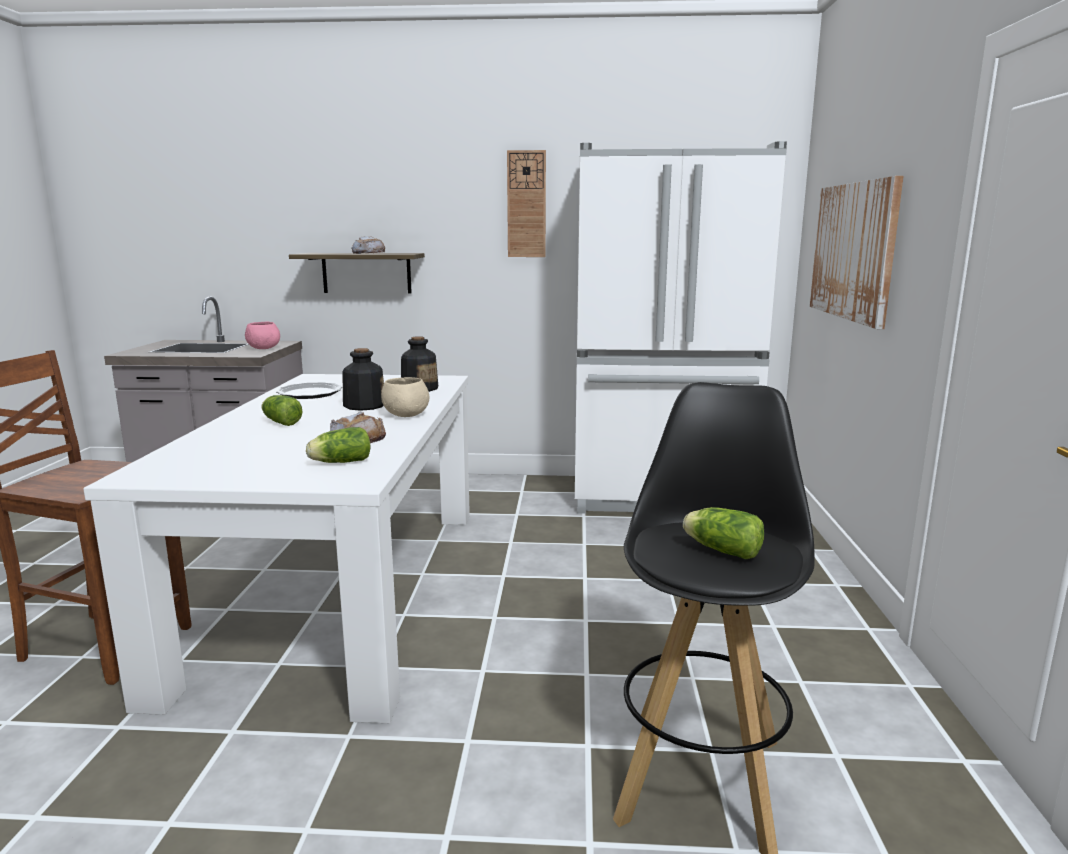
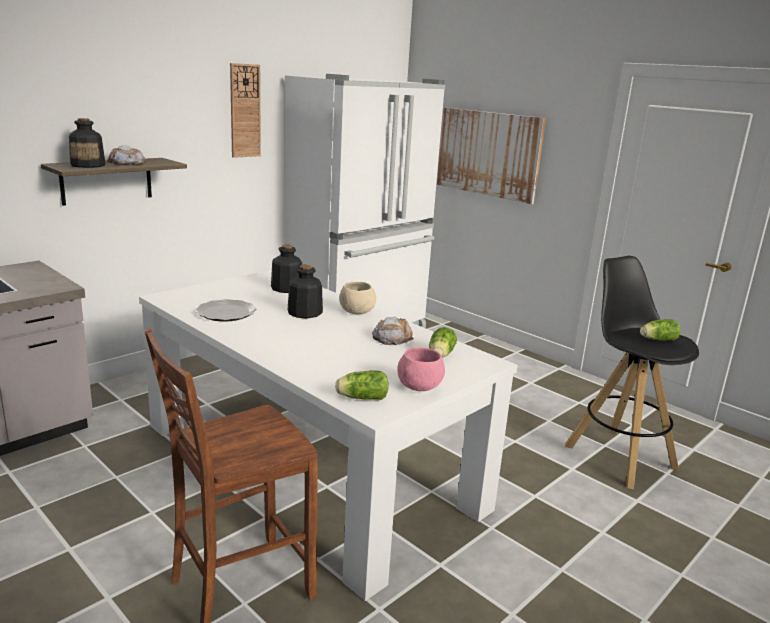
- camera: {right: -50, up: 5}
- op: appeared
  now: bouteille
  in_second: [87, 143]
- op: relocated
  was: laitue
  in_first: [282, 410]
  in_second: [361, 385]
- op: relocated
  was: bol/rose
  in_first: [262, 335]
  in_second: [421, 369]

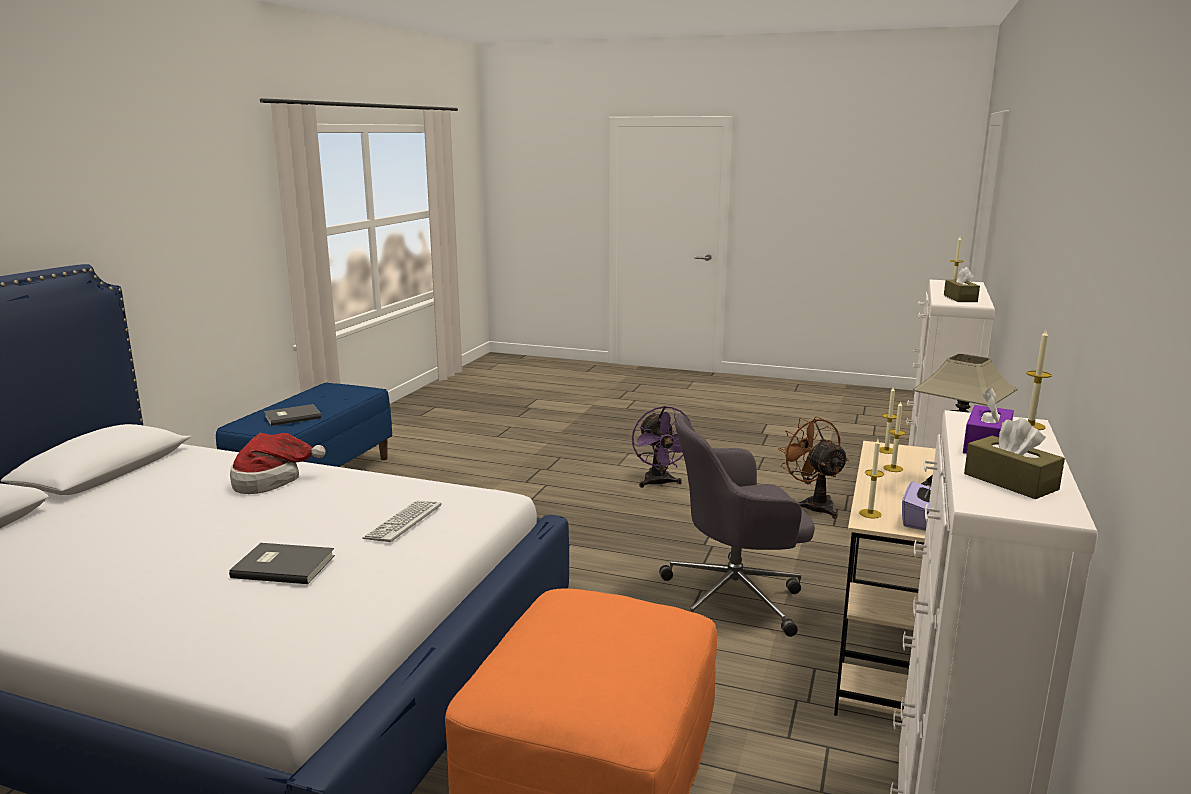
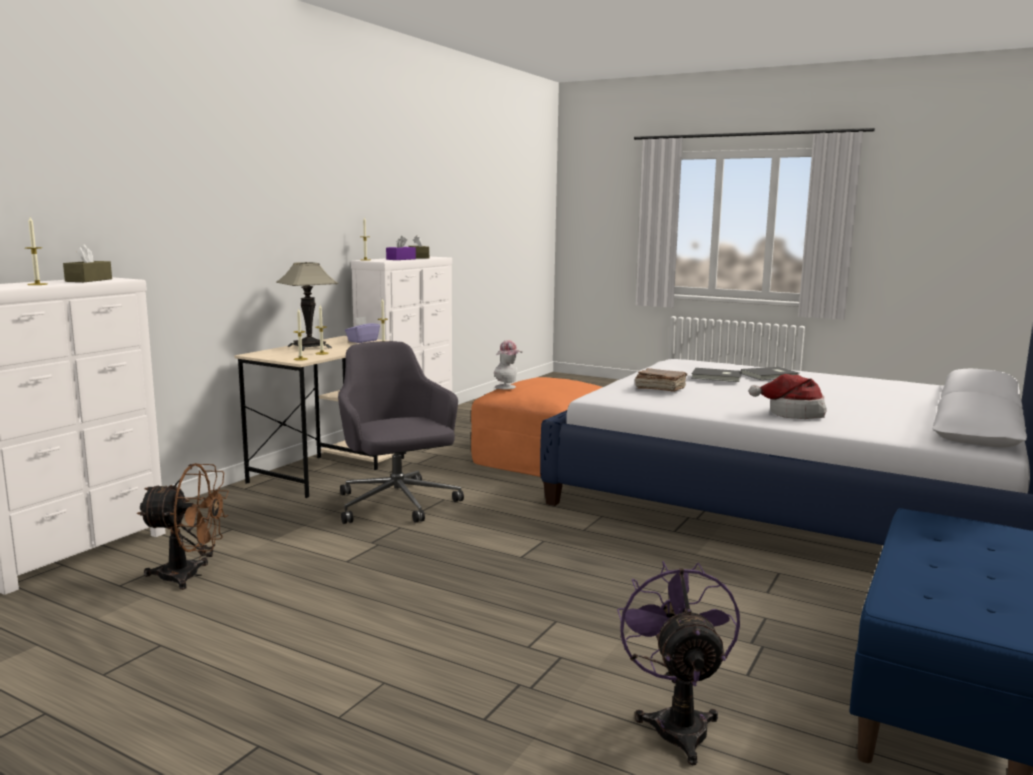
- camera: {right: -170, up: -5}
- op: spun
  was: ventilateur/marron
  in_first: [813, 467]
  in_second: [183, 526]
  clockwise: -75
- op: spun
  was: chaise de bureau/gris
  in_first: [737, 525]
  in_second: [401, 432]
  clockwise: -120
- op: appeared
  now: chapeau
  in_second: [508, 364]
- op: relocated
  was: ventilateur/violet
  in_first: [661, 447]
  in_second: [678, 663]
- op: exchanged
  was: clavier
  now: livre/marron
  in_first: [401, 521]
  in_second: [661, 380]
- op: relocated
  was: livre/gris
  in_first: [292, 415]
  in_second: [770, 373]

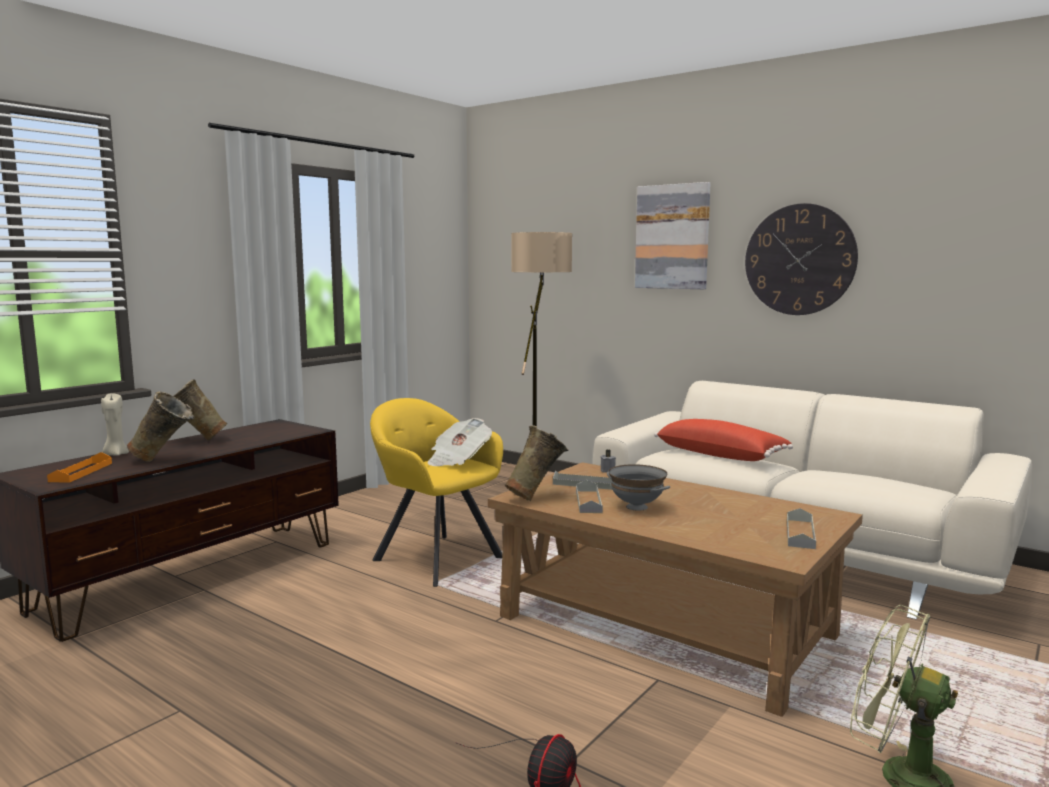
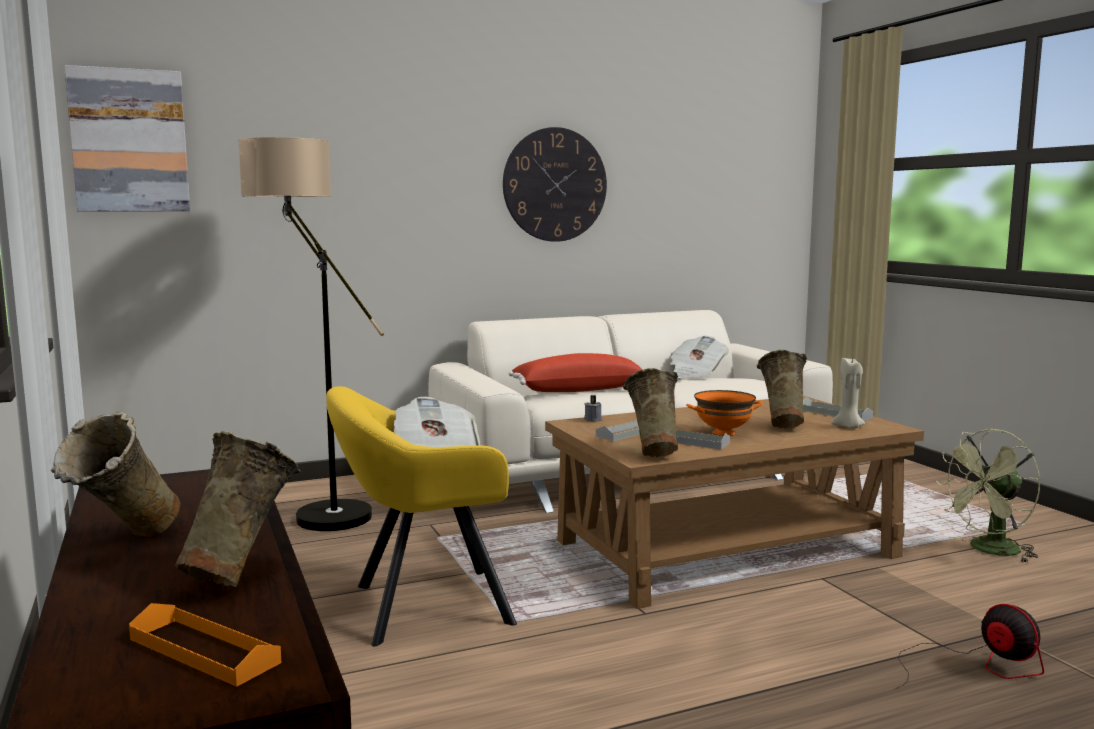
- camera: {right: -60, up: 0}
- op: relocated
  was: tableau
  in_first: [673, 235]
  in_second: [127, 138]
- op: appeared
  now: journal
  in_second: [699, 357]
- op: colour
  was: bol/gris
  now: bol/orange
  in_first: [638, 487]
  in_second: [724, 413]
- op: appeared
  now: vase/beige
  in_second: [782, 389]
- op: relocated
  was: bougie/beige
  in_first: [115, 425]
  in_second: [848, 392]

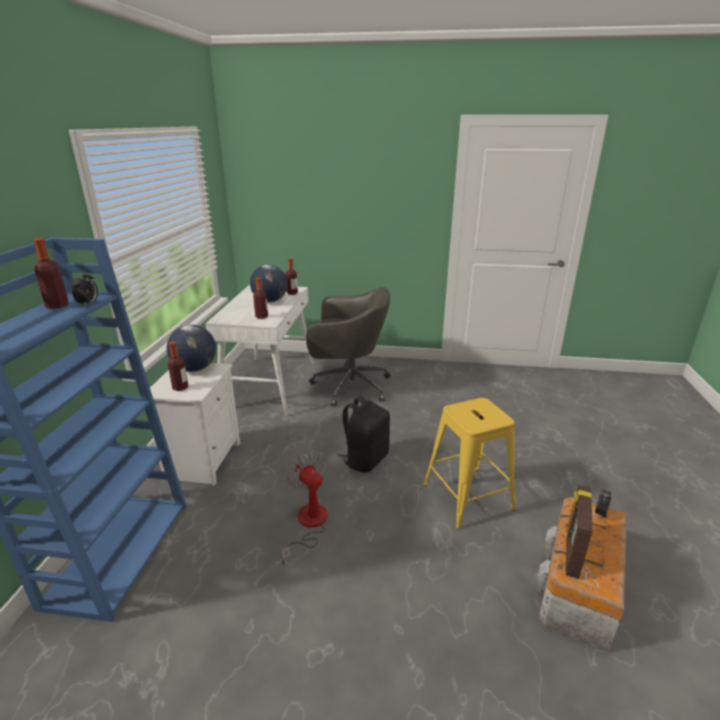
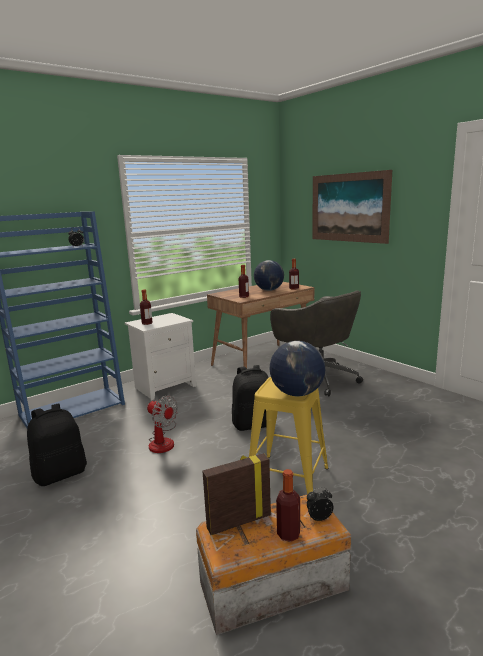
- camera: {right: 45, up: -10}
- op: appeared
  now: sac à dos/noir
  in_second: [57, 445]
- op: spun
  was: ventilateur
  in_first: [304, 509]
  in_second: [162, 424]
  clockwise: 120
- op: colour
  was: bureau/blanc
  now: bureau/marron
  in_first: [259, 350]
  in_second: [260, 325]
- op: relocated
  was: globe
  in_first: [191, 348]
  in_second: [297, 368]
- op: relocated
  was: bouteille
  in_first: [51, 273]
  in_second: [288, 505]
- op: appeared
  now: tableau
  in_second: [352, 207]

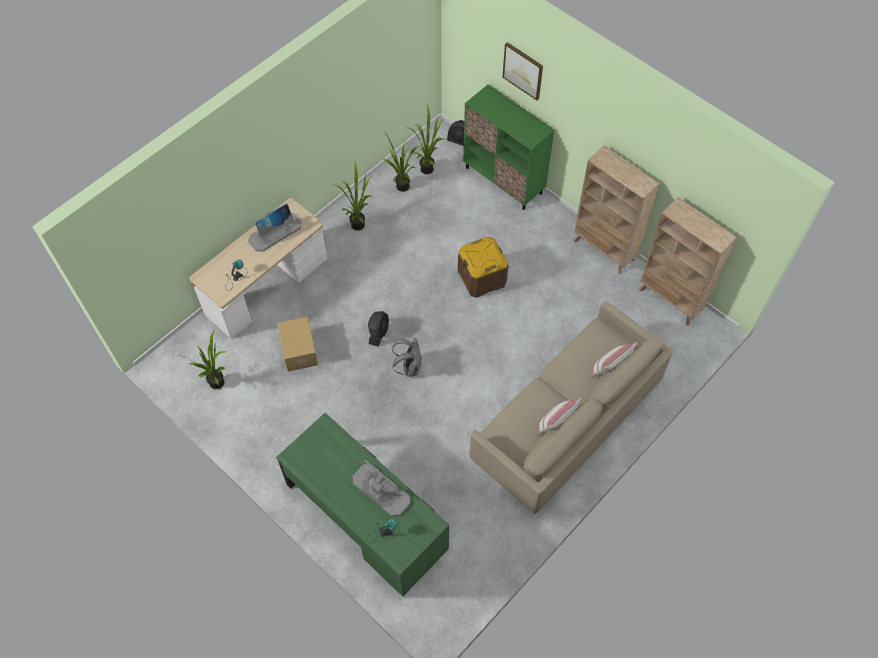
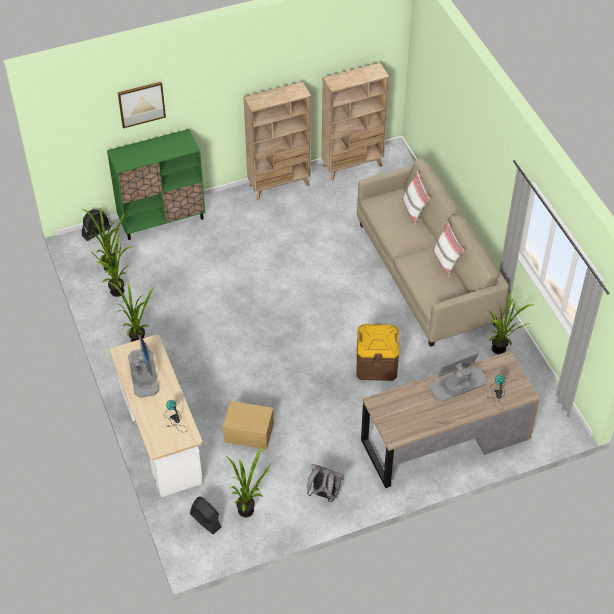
- camera: {right: -65, up: -10}
- op: relocated
  was: ventilateur/noir
  in_first: [378, 329]
  in_second: [205, 515]
- op: relocated
  was: sac à dos/gris
  in_first: [406, 357]
  in_second: [325, 483]
- op: relocated
  was: boîte de rangement/marron
  in_first: [483, 267]
  in_second: [377, 352]
- op: colour
  was: bureau/vert
  now: bureau/marron
  in_first: [362, 505]
  in_second: [450, 419]
- op: appeared
  now: plante en pot
  in_second: [512, 323]

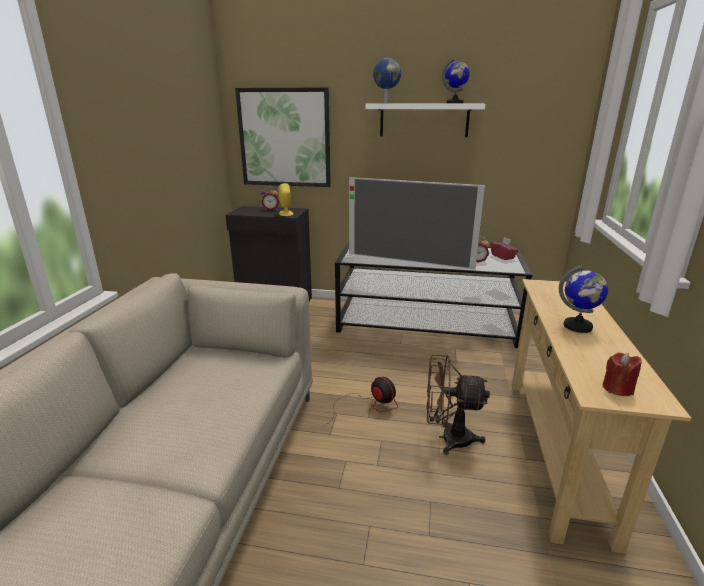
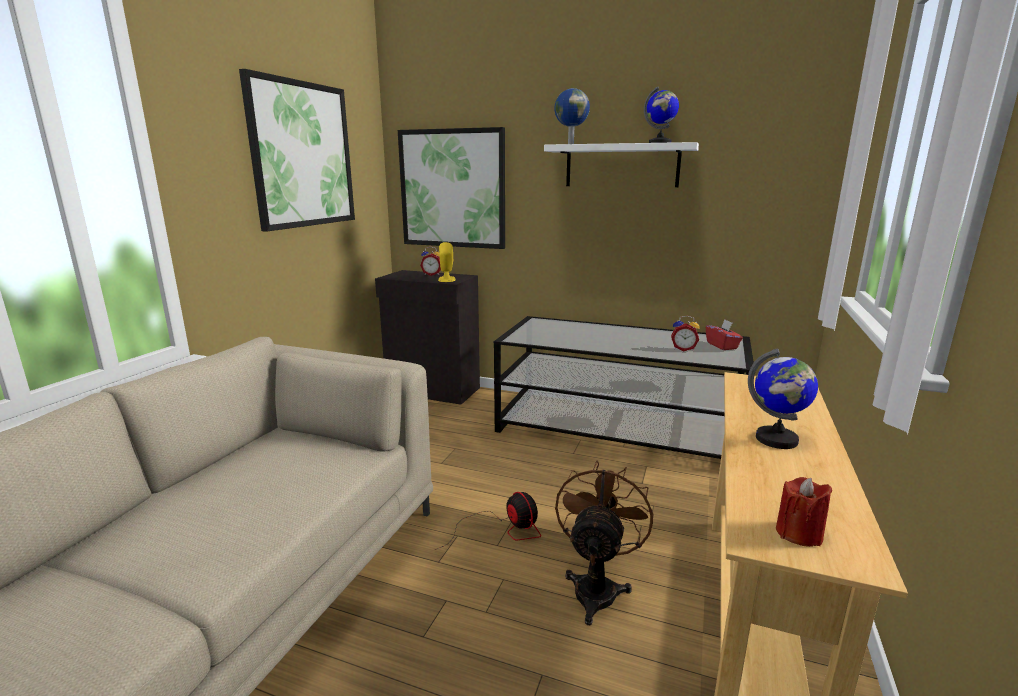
- camera: {right: 10, up: -5}
- op: appeared
  now: tableau
  in_second: [297, 150]
- op: spun
  was: ventilateur/marron
  in_first: [458, 405]
  in_second: [604, 543]
  clockwise: 90
- op: missing
  was: téléviseur
  in_first: [417, 223]

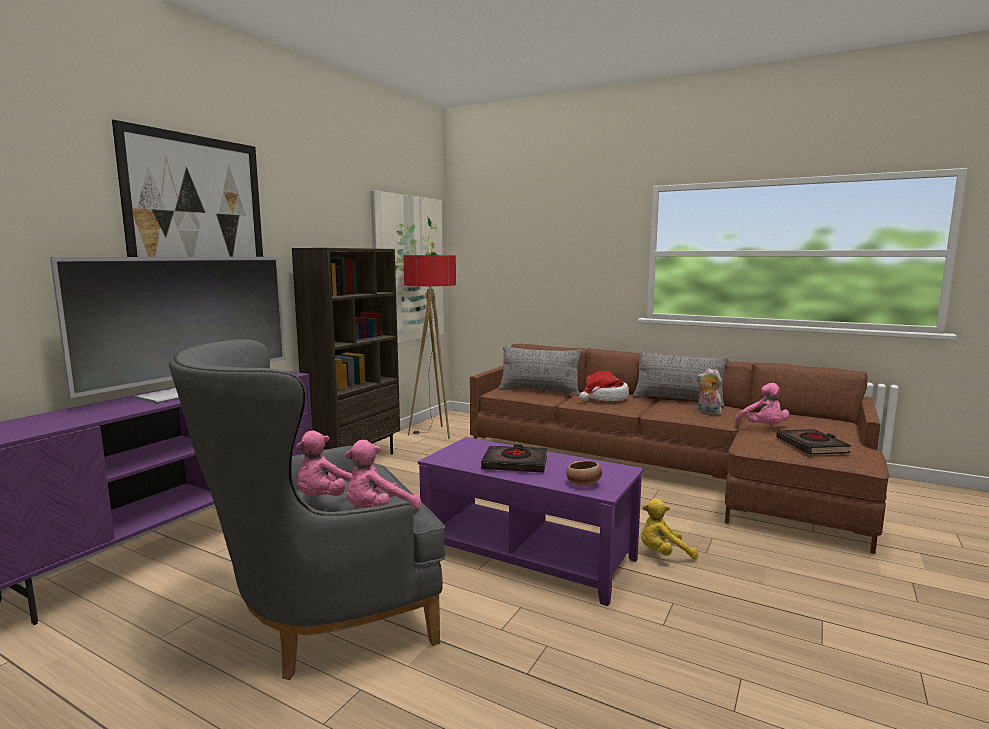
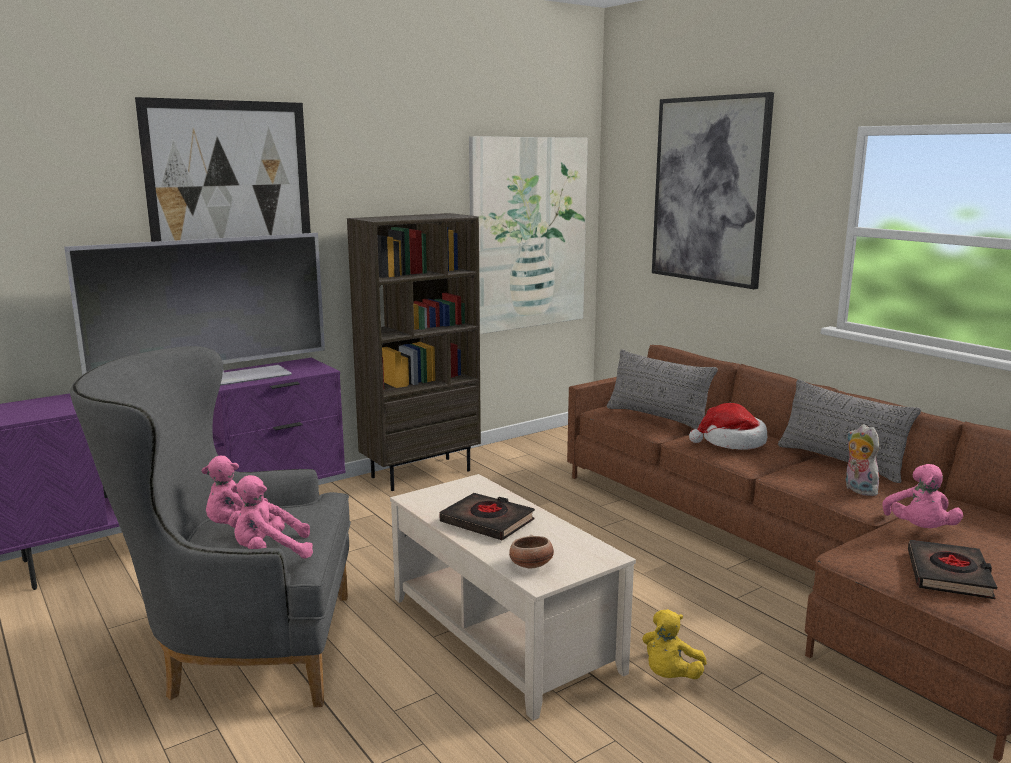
- camera: {right: 25, up: 5}
- op: colour
  was: table basse/violet
  now: table basse/beige
  in_first: [531, 521]
  in_second: [513, 597]
- op: spun
  was: peluche/jaune
  in_first: [669, 528]
  in_second: [674, 644]
  clockwise: -75
- op: appeared
  now: tableau
  in_second: [713, 190]
- op: missing
  was: lampadaire
  in_first: [429, 347]

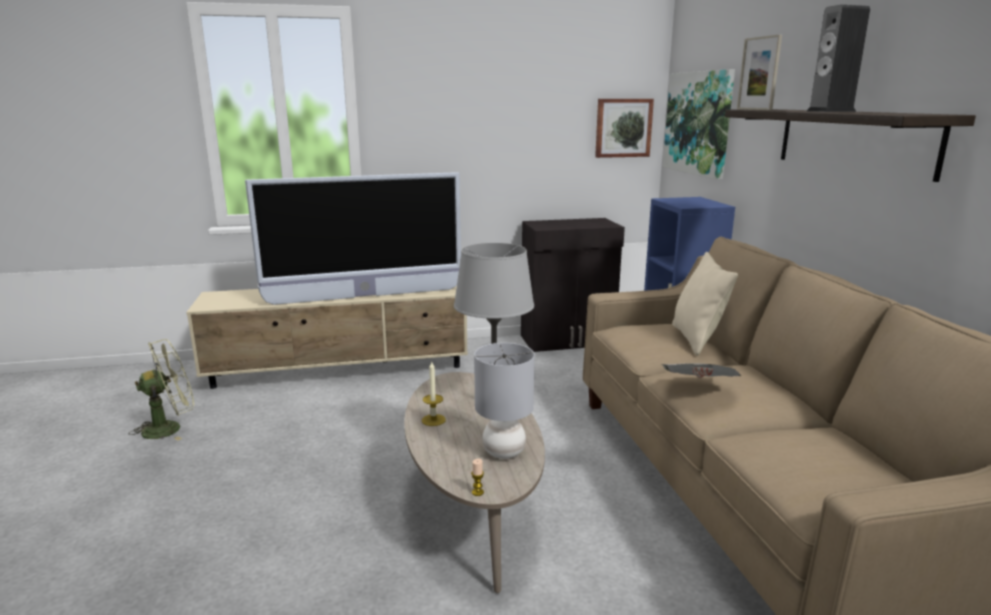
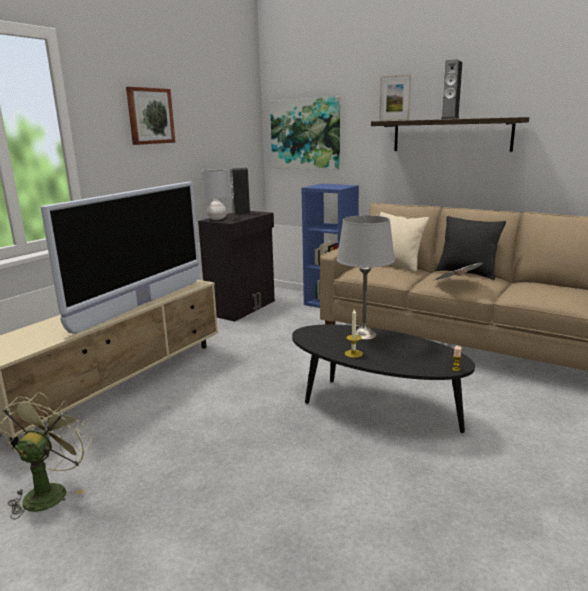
- camera: {right: -45, up: 0}
- op: relocated
  was: tableau
  in_first: [624, 128]
  in_second: [151, 116]
- op: relocated
  was: lampe de table/gris
  in_first: [504, 401]
  in_second: [215, 194]
- op: appeared
  now: enceinte
  in_second: [240, 192]
- op: colour
  was: table basse/beige
  now: table basse/noir
  in_first: [474, 482]
  in_second: [383, 378]
- op: appeared
  now: coussin/noir
  in_second: [471, 248]

